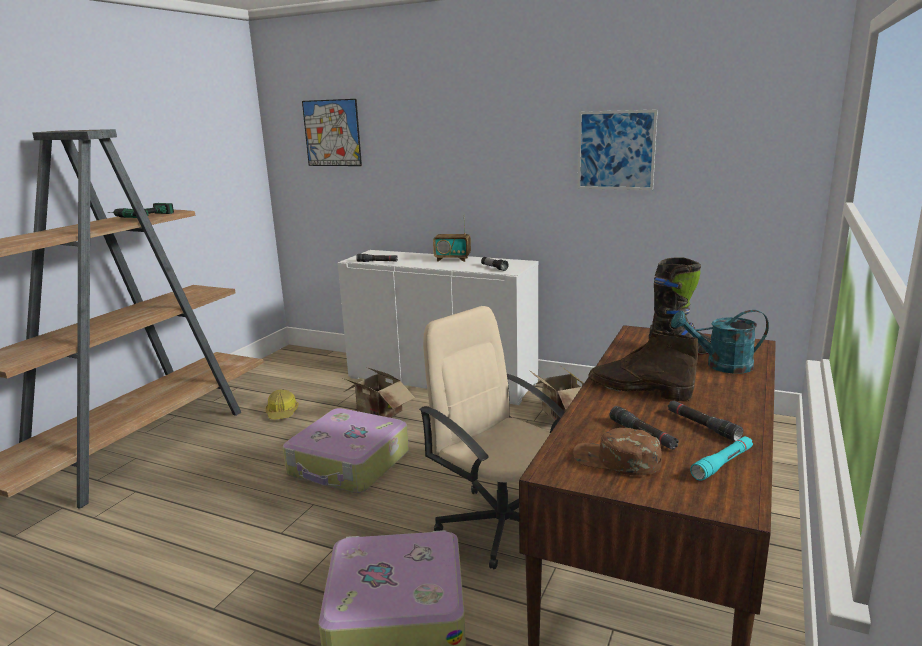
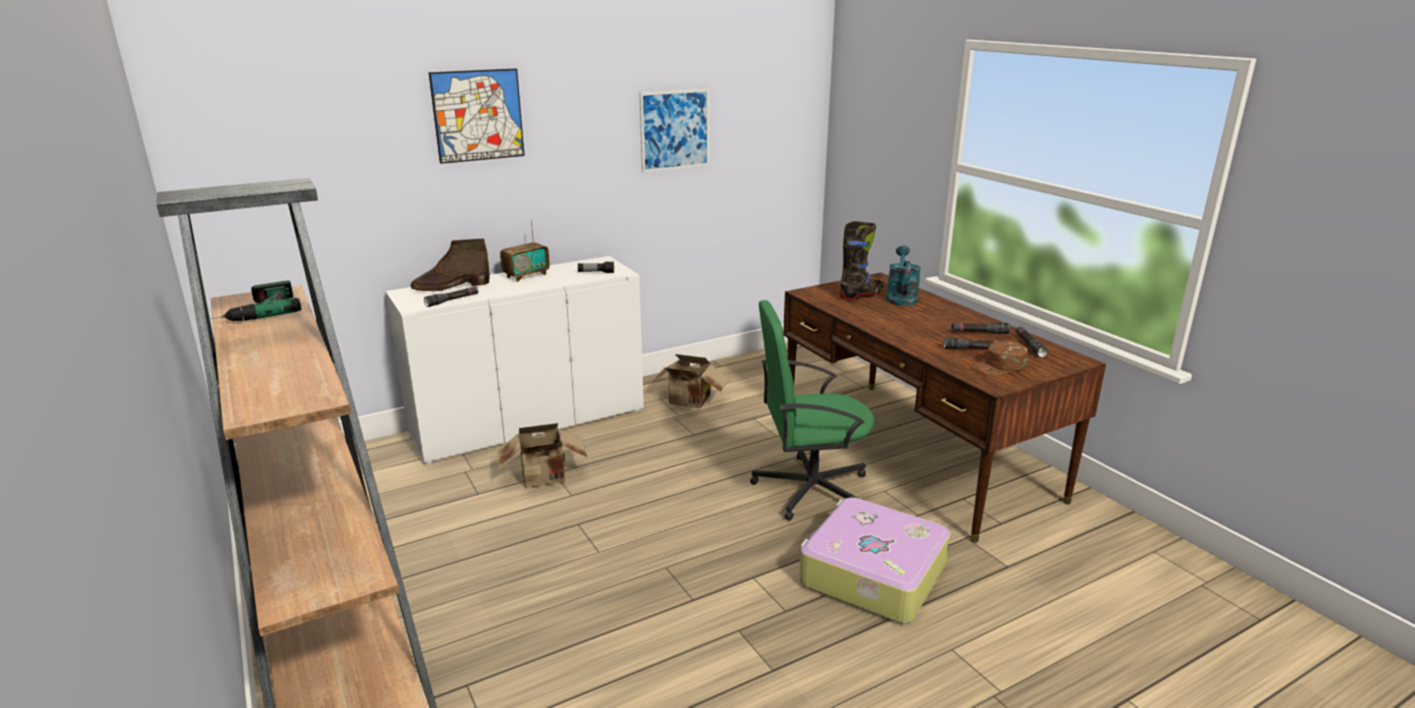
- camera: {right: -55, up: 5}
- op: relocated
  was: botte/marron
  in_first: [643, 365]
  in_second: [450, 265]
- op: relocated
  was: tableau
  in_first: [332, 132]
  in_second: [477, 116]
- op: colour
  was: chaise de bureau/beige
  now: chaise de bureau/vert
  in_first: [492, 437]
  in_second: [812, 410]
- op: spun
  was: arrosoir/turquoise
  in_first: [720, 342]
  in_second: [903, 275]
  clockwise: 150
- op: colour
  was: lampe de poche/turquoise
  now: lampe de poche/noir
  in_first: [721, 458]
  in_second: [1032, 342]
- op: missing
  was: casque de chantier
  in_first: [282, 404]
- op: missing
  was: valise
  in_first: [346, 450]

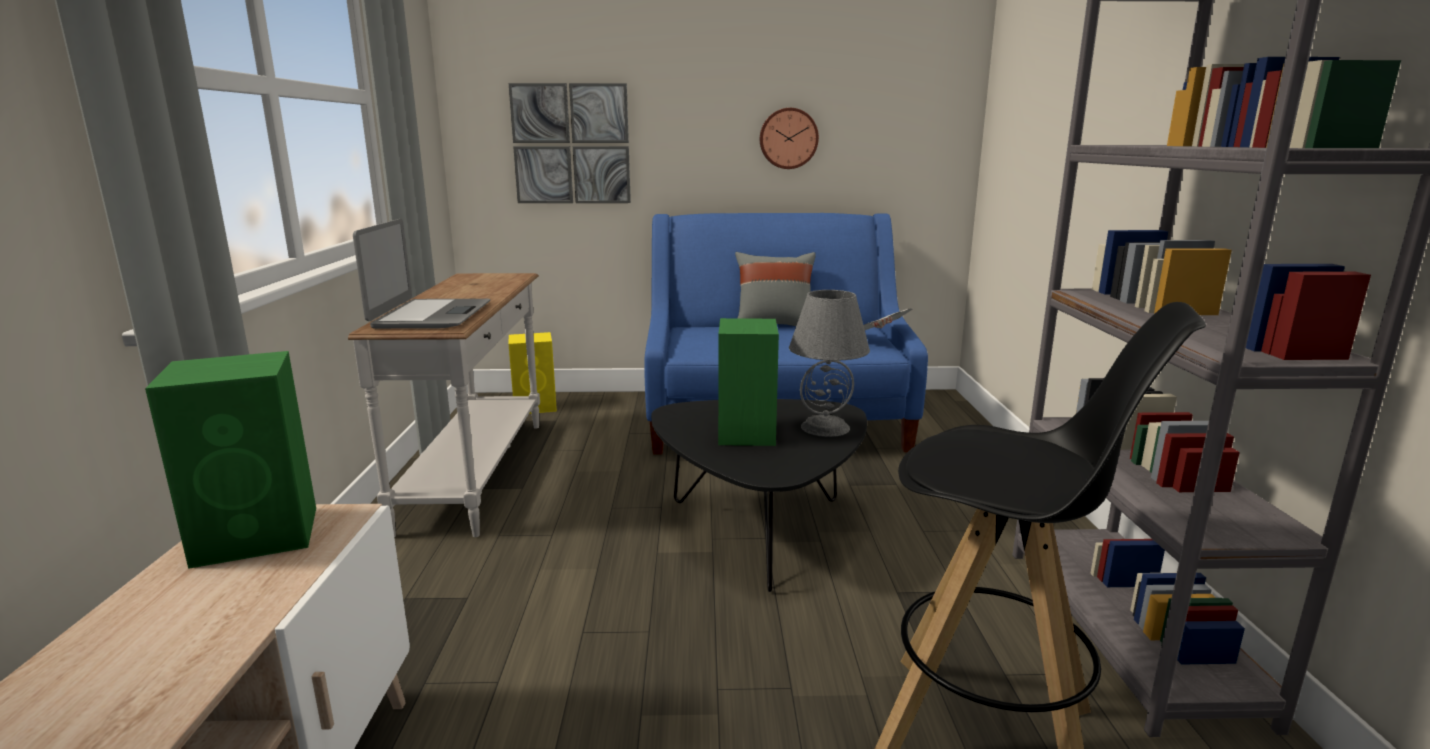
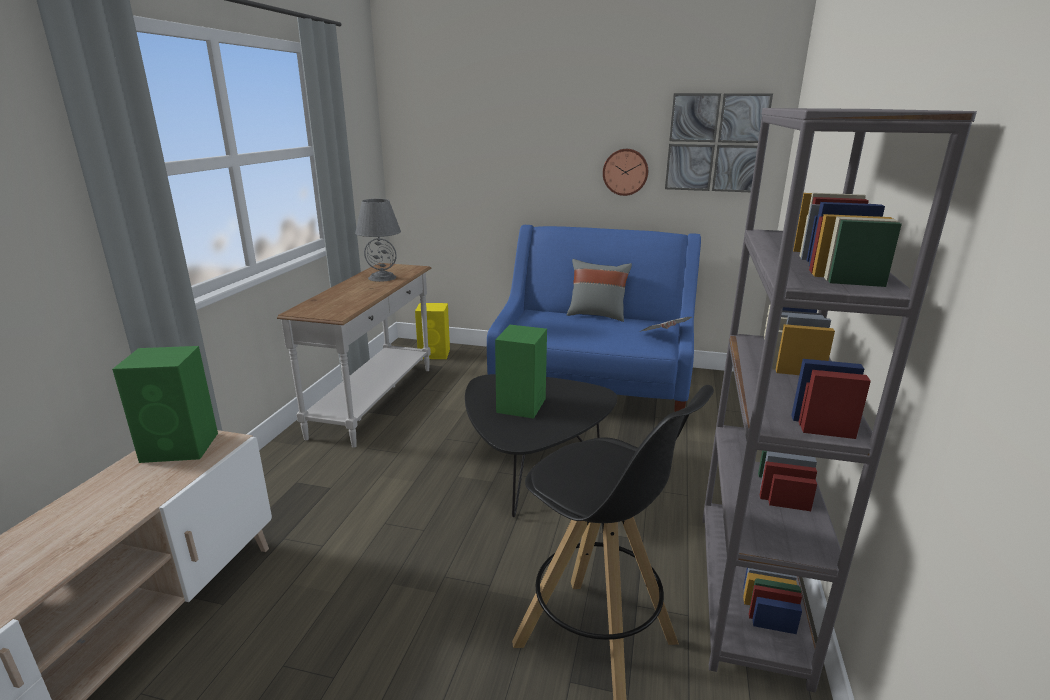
- camera: {right: 15, up: 5}
- op: relocated
  was: lampe de table/gris
  in_first: [829, 363]
  in_second: [378, 240]
- op: relocated
  was: tableau
  in_first: [570, 143]
  in_second: [719, 142]
- op: missing
  was: ordinateur portable
  in_first: [421, 274]

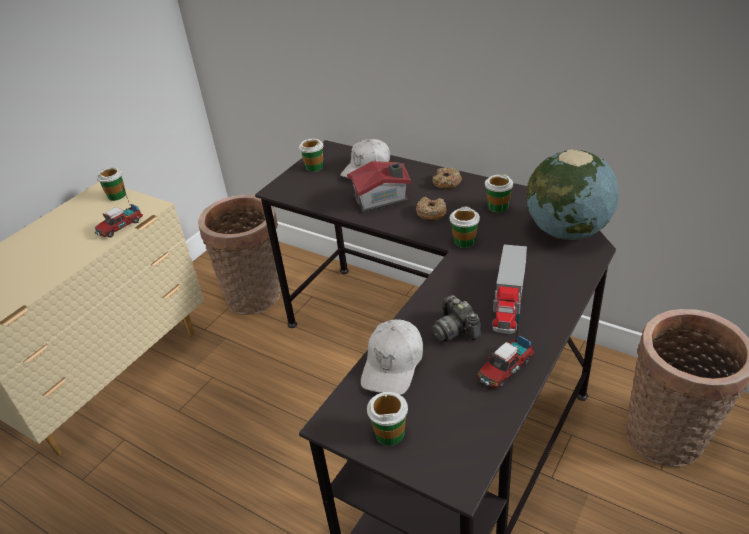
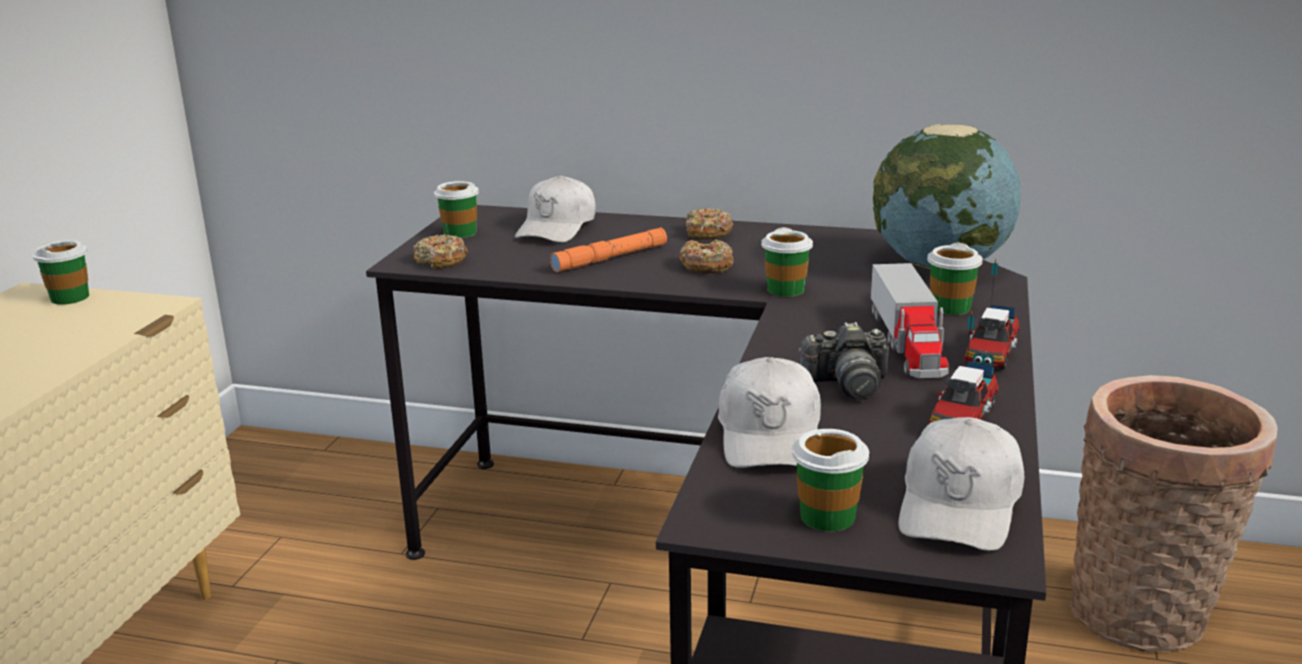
- camera: {right: -20, up: -15}
- op: appeared
  now: beignet
  in_second: [441, 251]
- op: exchanged
  was: maison miniature
  now: lampe de poche/orange
  in_first: [379, 187]
  in_second: [608, 250]
- op: spun
  was: appareil photo
  in_first: [456, 318]
  in_second: [843, 360]
  clockwise: -45
- op: appeared
  now: casquette/blanc
  in_second: [961, 484]
- op: relocated
  was: tasse
  in_first: [499, 193]
  in_second: [955, 278]
- op: relocated
  was: camion jouet
  in_first: [119, 211]
  in_second: [992, 314]
- op: missing
  was: panier
  in_first: [239, 254]

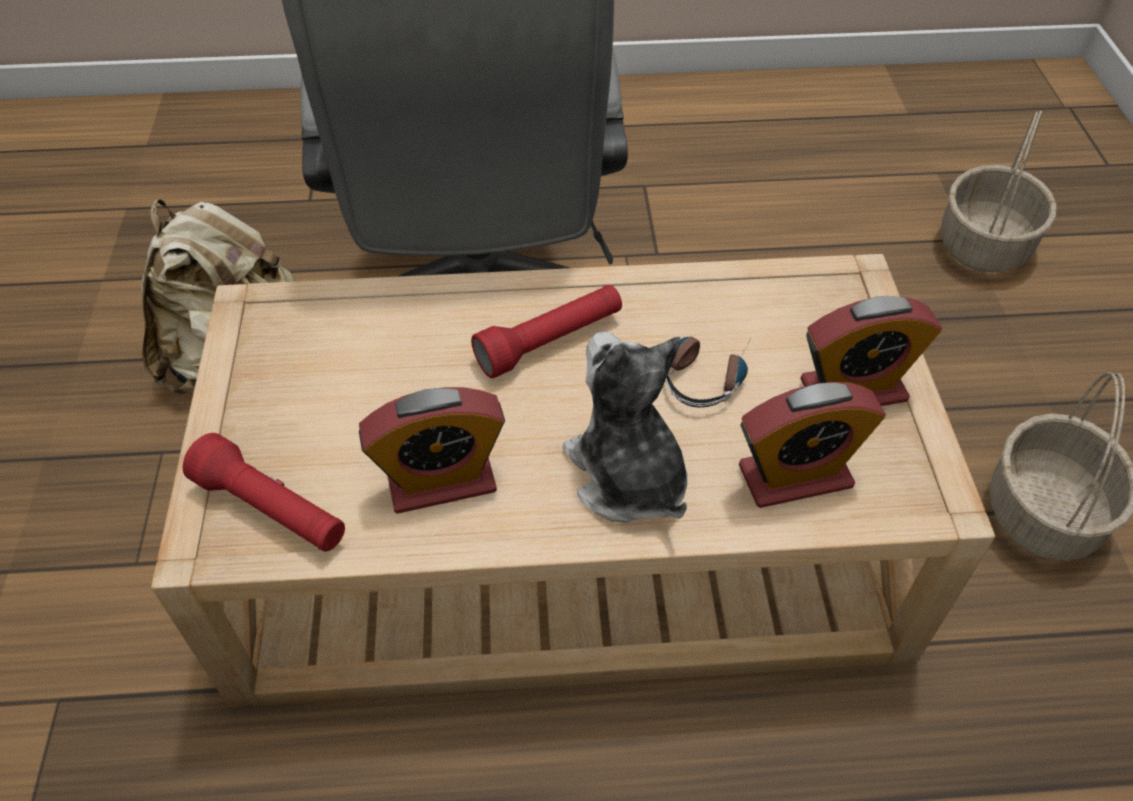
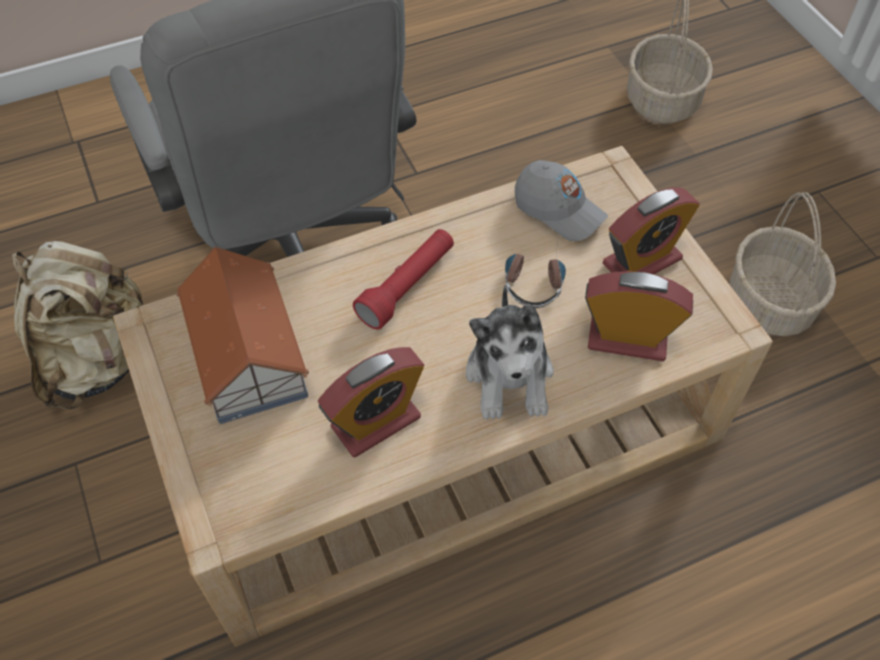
- camera: {right: -20, up: 5}
- op: appeared
  now: maison miniature
  in_second: [242, 335]
- op: spun
  was: peluche
  in_first: [625, 427]
  in_second: [510, 352]
  clockwise: -135
- op: appeared
  now: casquette/gris
  in_second: [561, 200]
- op: spun
  was: réveil
  in_first: [812, 445]
  in_second: [639, 316]
  clockwise: -135
- op: missing
  was: lampe de poche/rouge
  in_first: [264, 492]

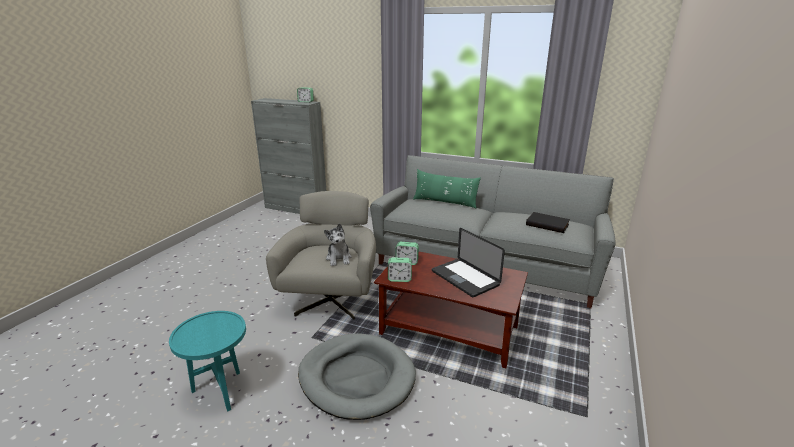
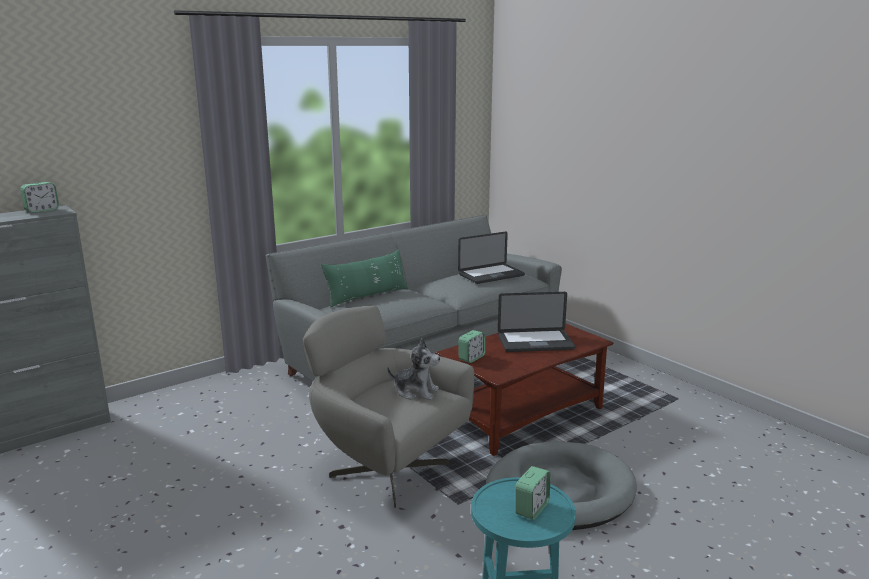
- camera: {right: -60, up: -5}
- op: exchanged
  was: livre/noir
  now: ordinateur portable
  in_first: [548, 222]
  in_second: [491, 258]
- op: relocated
  was: réveil
  in_first: [400, 270]
  in_second: [532, 493]

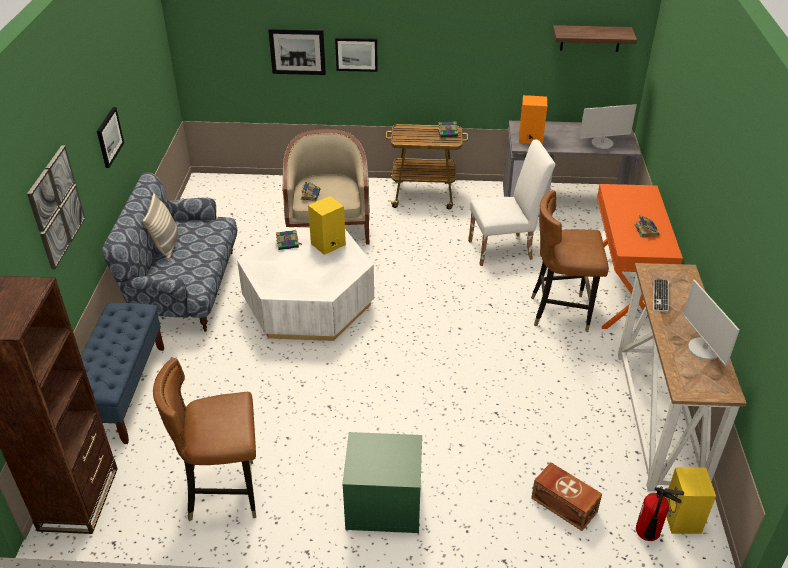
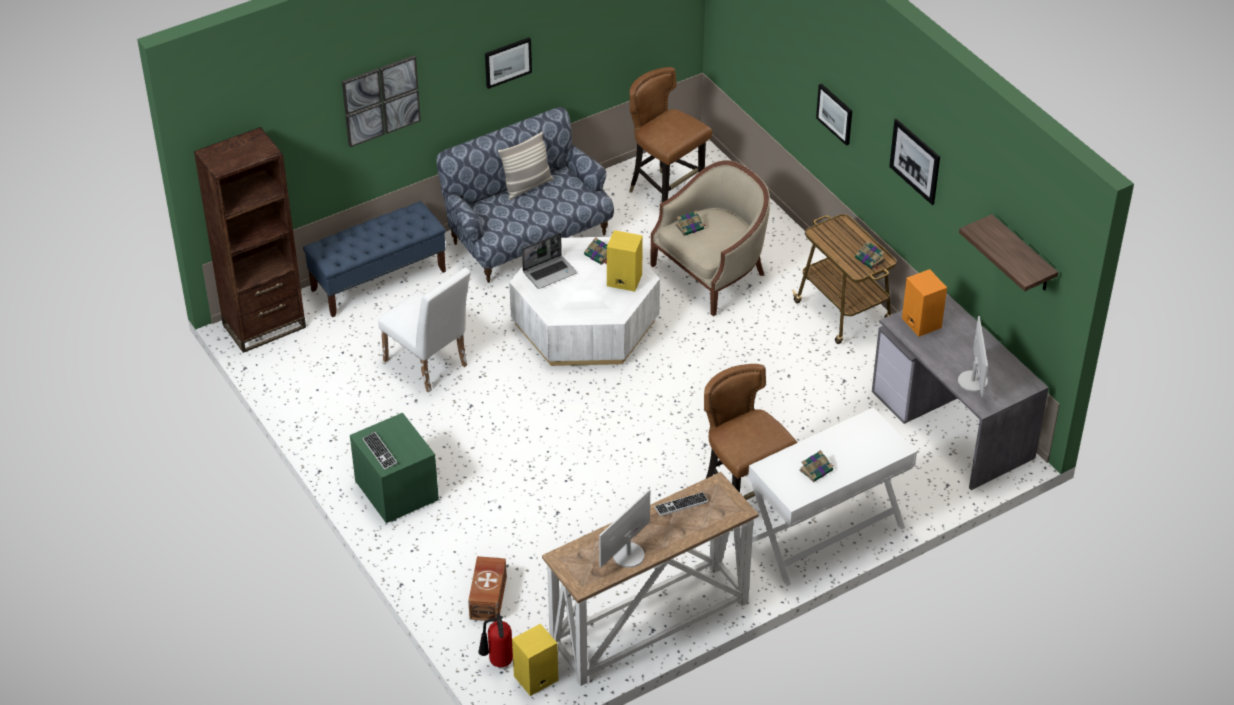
- camera: {right: 55, up: 5}
- op: appeared
  now: clavier
  in_second: [379, 451]
- op: relocated
  was: chaise/blanc
  in_first: [512, 203]
  in_second: [424, 330]
- op: appeared
  now: ordinateur portable
  in_second: [549, 261]
- op: relocated
  was: chaise/marron
  in_first: [204, 439]
  in_second: [670, 134]
- op: colour
  was: bureau/orange
  now: bureau/blanc
  in_first: [640, 256]
  in_second: [832, 497]
- op: relocated
  was: tableau
  in_first: [297, 52]
  in_second: [914, 162]
- op: spun
  was: écran d'ordinateur
  in_first: [608, 126]
  in_second: [973, 356]
  clockwise: -135

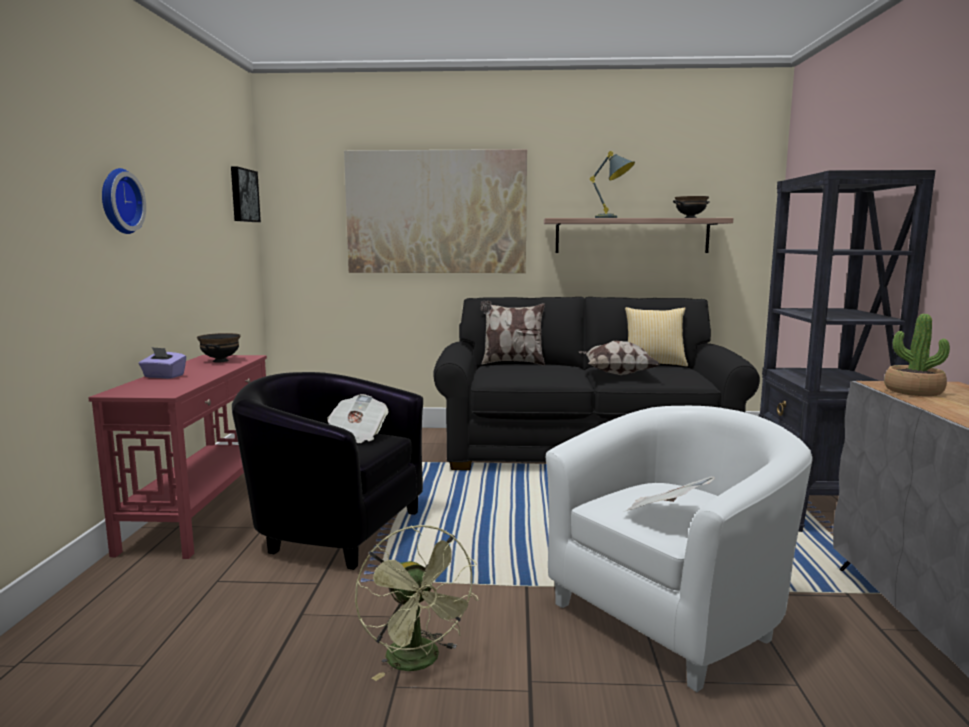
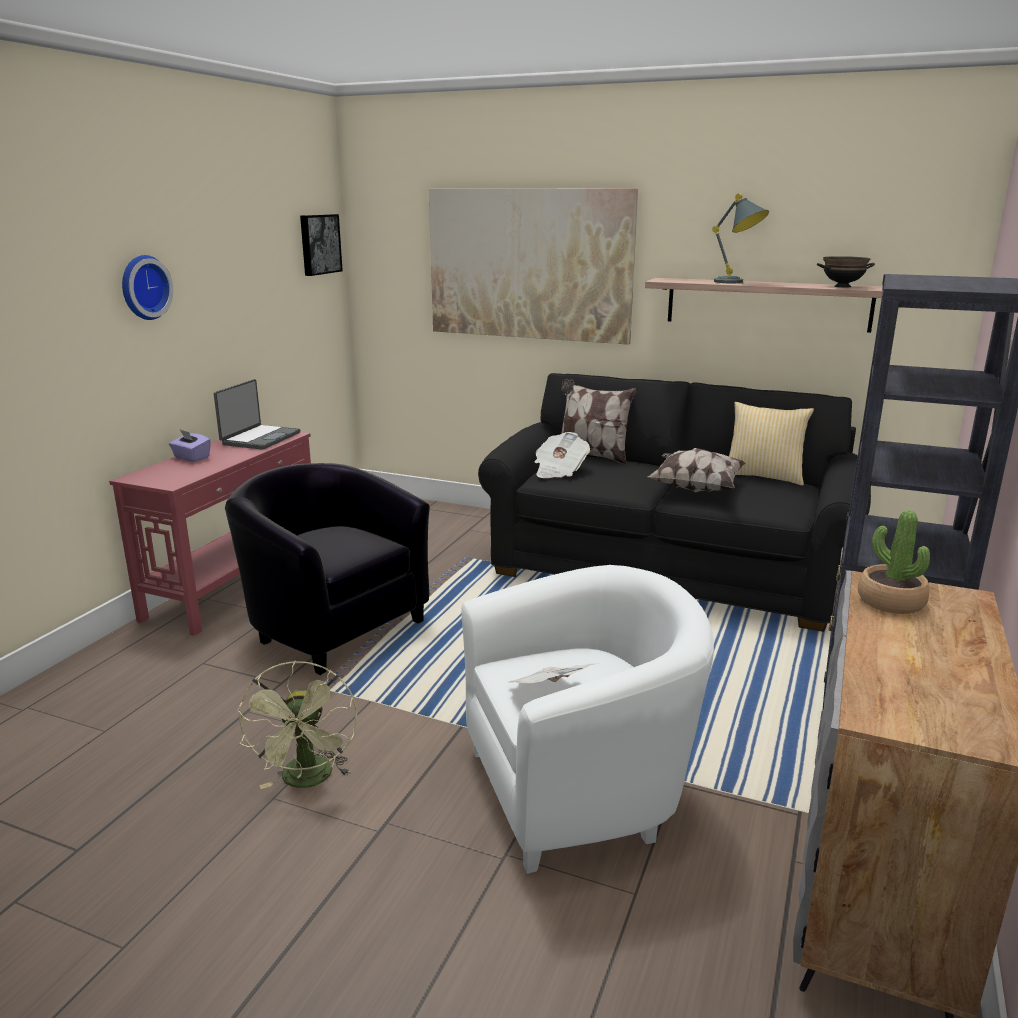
- camera: {right: 20, up: 10}
- op: exchanged
  was: bol/noir
  now: ordinateur portable
  in_first: [219, 348]
  in_second: [257, 414]
- op: relocated
  was: journal
  in_first: [358, 418]
  in_second: [562, 455]

